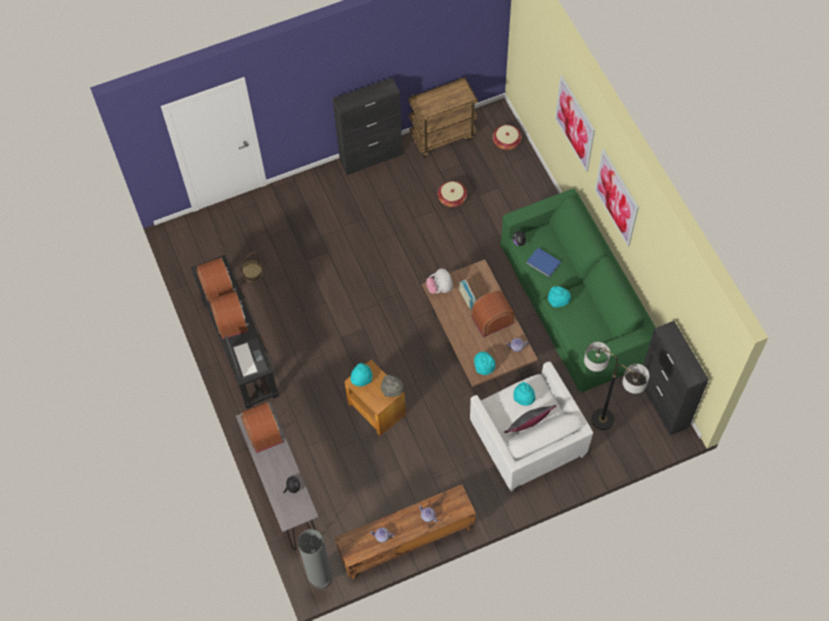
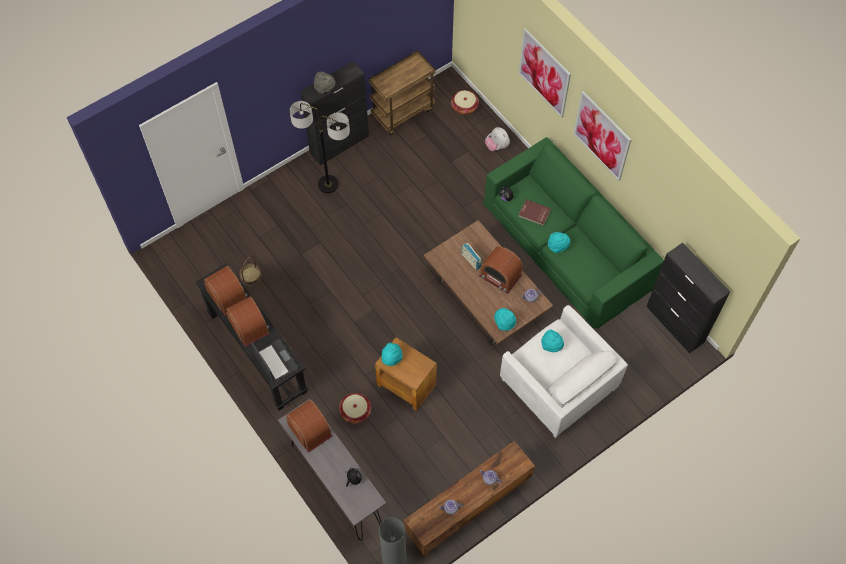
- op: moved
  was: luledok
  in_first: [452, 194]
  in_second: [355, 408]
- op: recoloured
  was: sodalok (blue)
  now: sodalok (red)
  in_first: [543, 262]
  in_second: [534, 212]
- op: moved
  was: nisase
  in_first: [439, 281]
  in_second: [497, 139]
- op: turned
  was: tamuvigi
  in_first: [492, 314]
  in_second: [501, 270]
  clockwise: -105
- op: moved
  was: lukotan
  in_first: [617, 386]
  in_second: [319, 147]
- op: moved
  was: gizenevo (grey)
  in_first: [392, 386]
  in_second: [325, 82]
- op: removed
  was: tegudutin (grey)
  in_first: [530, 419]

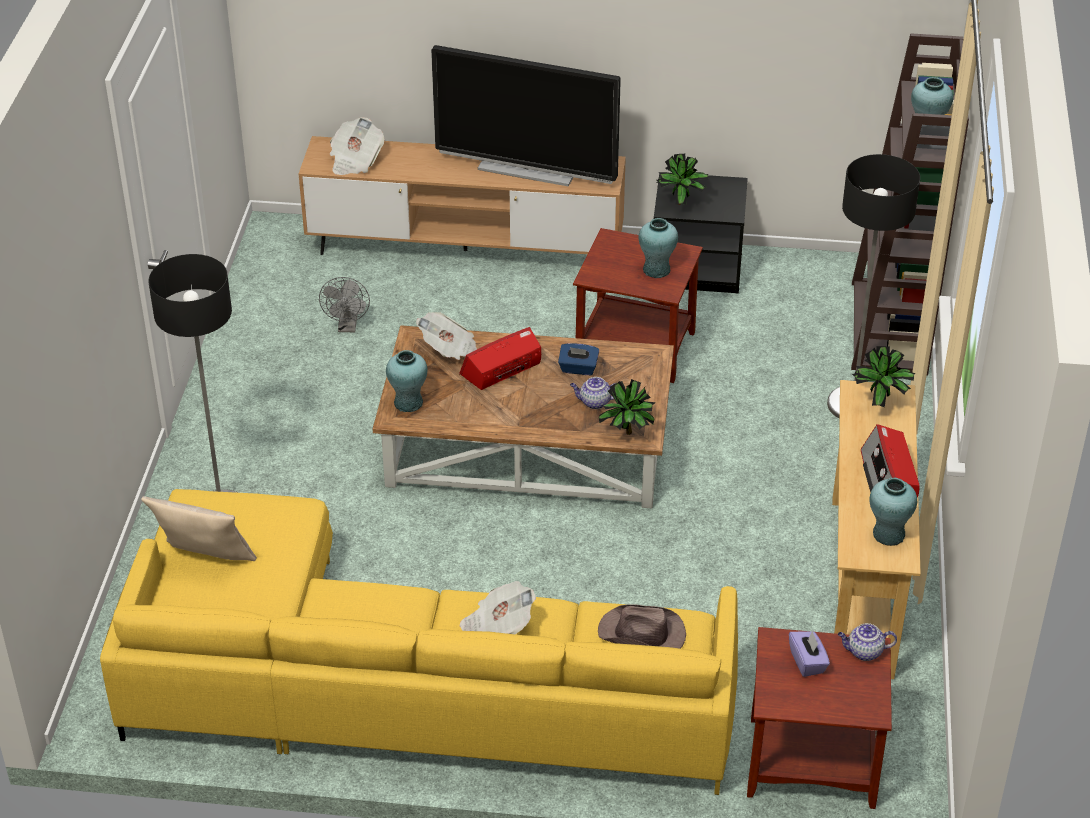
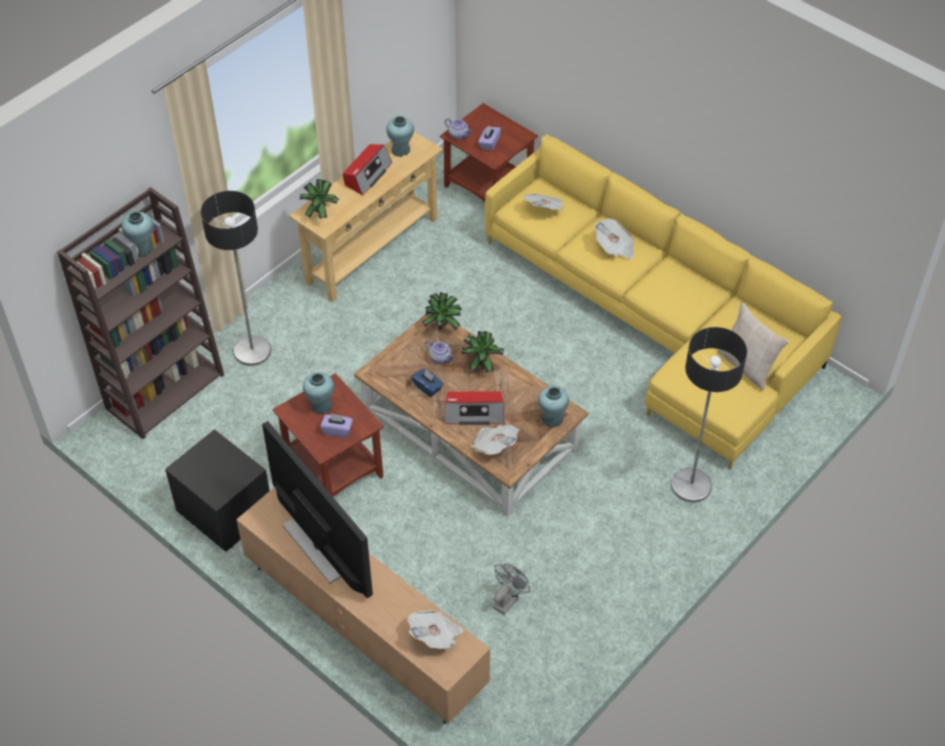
- op: moved
  was: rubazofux
  in_first: [683, 179]
  in_second: [482, 351]
- op: replaced
  was: gizenevo (brown)
  now: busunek
  in_first: [642, 627]
  in_second: [543, 201]
- op: added
  now: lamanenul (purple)
  in_second: [336, 425]

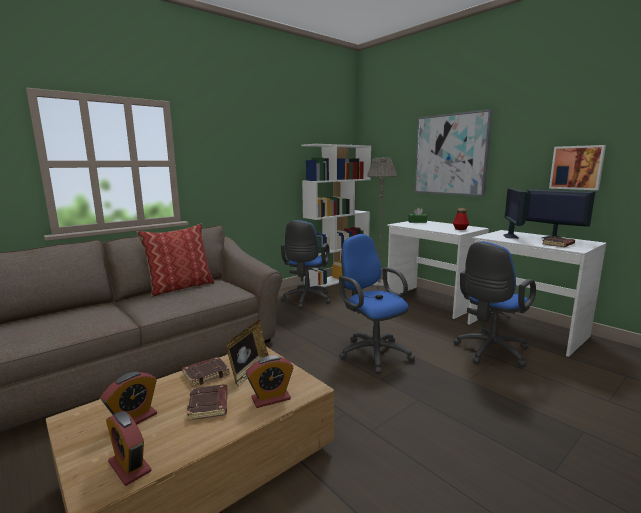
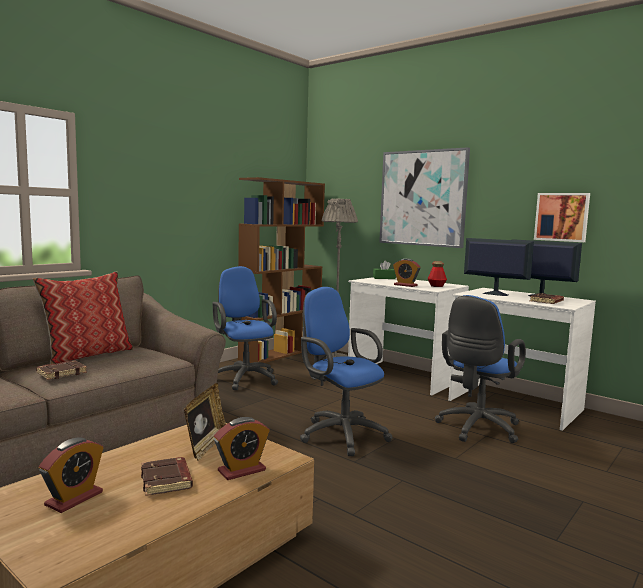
- op: recoloured
  was: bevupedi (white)
  now: bevupedi (brown)
  in_first: [336, 215]
  in_second: [281, 270]
- op: turned
  was: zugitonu
  in_first: [515, 213]
  in_second: [499, 267]
  clockwise: 120
- op: turned
  was: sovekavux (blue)
  in_first: [306, 264]
  in_second: [245, 328]
  clockwise: 150
- op: moved
  was: sodalok (brown)
  in_first: [206, 372]
  in_second: [61, 370]
- op: moved
  was: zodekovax
  in_first: [128, 448]
  in_second: [406, 273]

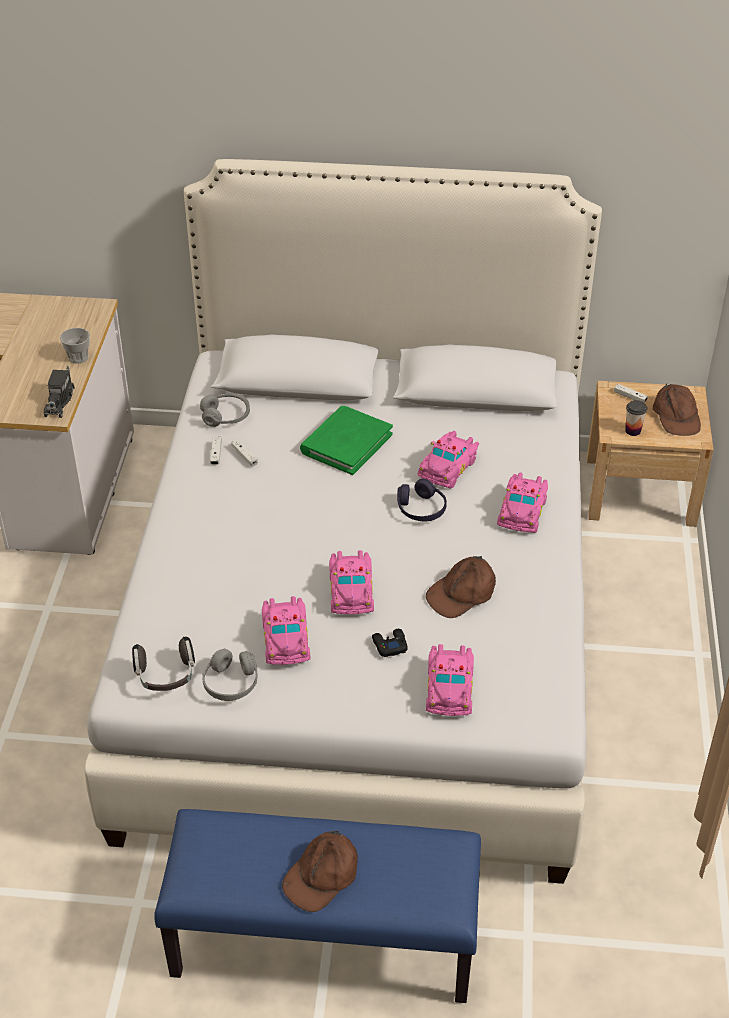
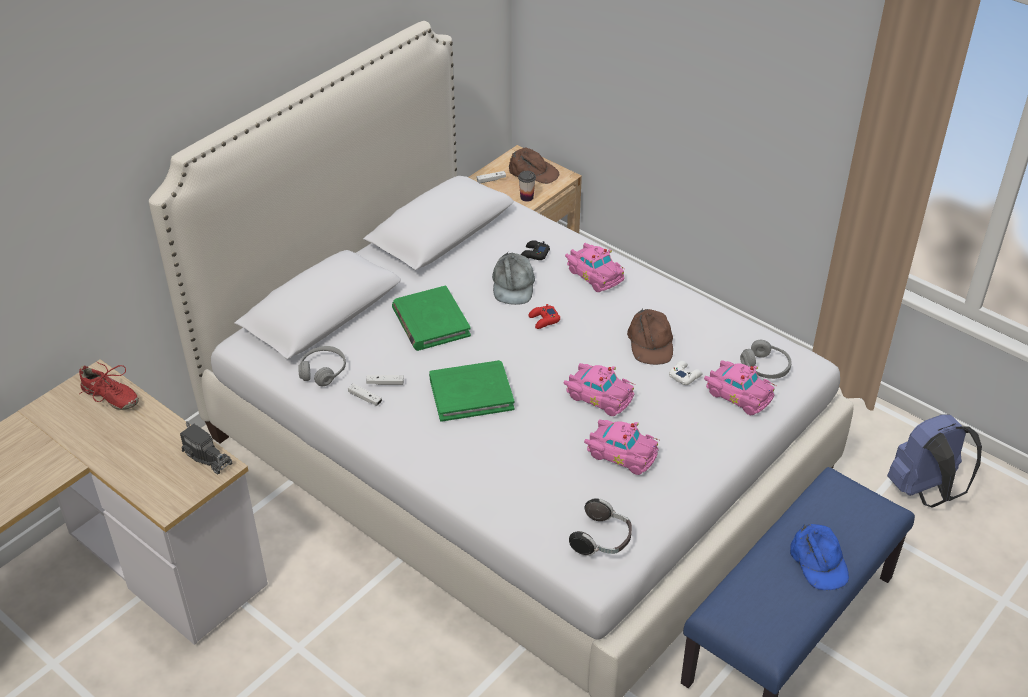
- op: removed
  was: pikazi
  in_first: [75, 345]
- op: replaced
  was: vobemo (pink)
  now: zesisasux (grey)
  in_first: [448, 459]
  in_second: [513, 278]
- op: replaced
  was: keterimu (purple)
  now: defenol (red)
  in_first: [422, 499]
  in_second: [544, 316]
- op: moved
  was: defenol (black)
  in_first: [389, 643]
  in_second: [535, 250]
- op: moved
  was: keterimu (grey)
  in_first: [229, 675]
  in_second: [766, 359]
- op: recoloured
  was: zesisasux (brown)
  now: zesisasux (blue)
  in_first: [320, 871]
  in_second: [819, 557]
- op: added
  now: sodalok (green)
  in_second: [471, 391]
- op: added
  now: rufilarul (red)
  in_second: [109, 385]
- op: added
  now: defenol (white)
  in_second: [686, 373]
- op: added
  now: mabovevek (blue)
  in_second: [934, 461]

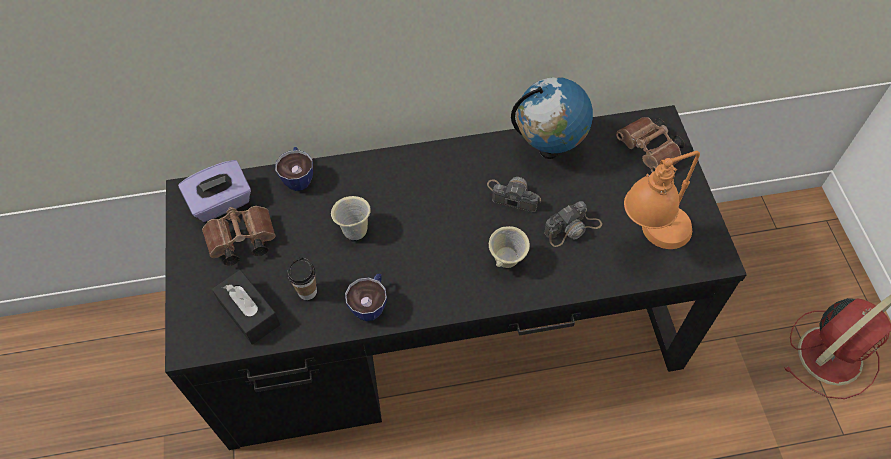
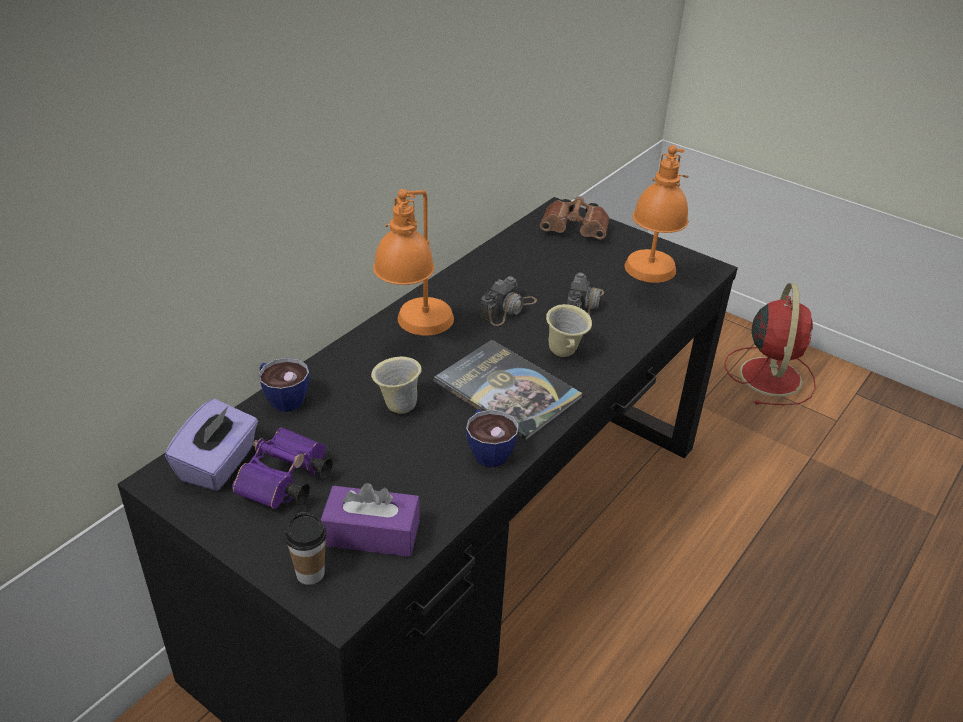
- op: removed
  was: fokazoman
  in_first: [552, 118]
- op: turned
  was: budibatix
  in_first: [514, 195]
  in_second: [509, 301]
  clockwise: 150
- op: recoloured
  was: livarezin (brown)
  now: livarezin (purple)
  in_first: [239, 235]
  in_second: [282, 468]
- op: moved
  was: pikazi
  in_first: [302, 279]
  in_second: [306, 548]
- op: recoloured
  was: lamanenul (black)
  now: lamanenul (purple)
  in_first: [246, 307]
  in_second: [370, 520]
- op: added
  now: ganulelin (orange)
  in_second: [413, 262]
- op: added
  now: sodalok
  in_second: [508, 390]

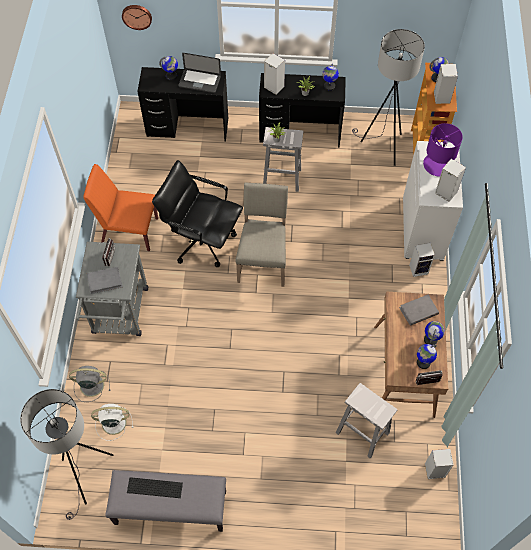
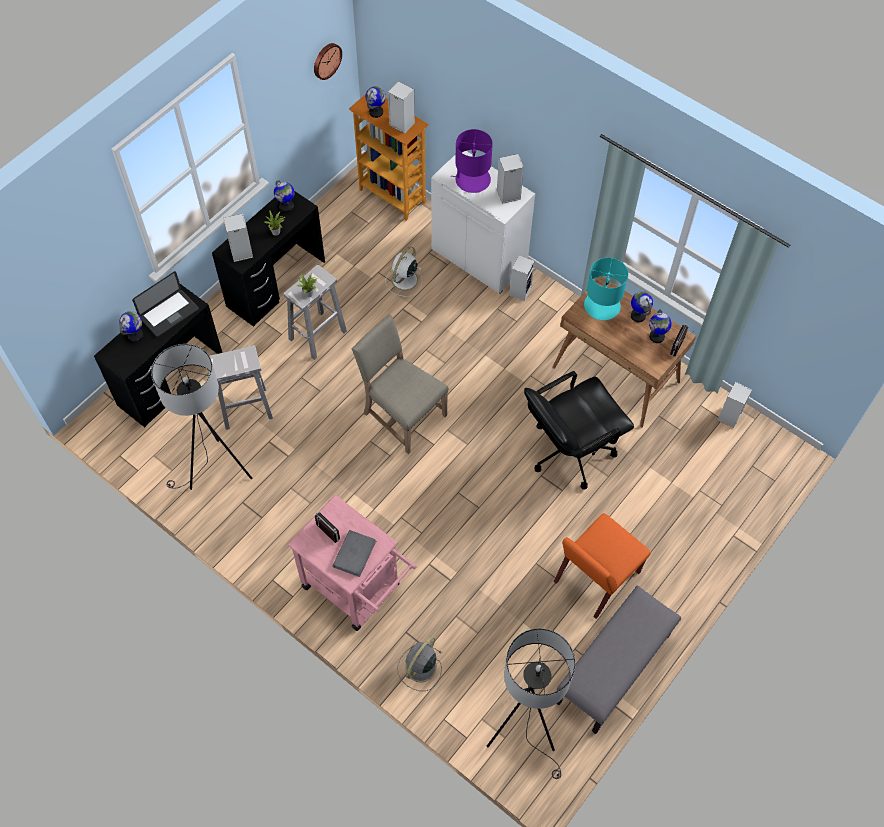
- op: moved
  was: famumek
  in_first: [137, 17]
  in_second: [328, 61]
- op: moved
  was: lukotan (grey)
  in_first: [388, 97]
  in_second: [201, 417]
- op: moved
  was: sovekavux (black)
  in_first: [197, 214]
  in_second: [579, 430]
- op: moved
  was: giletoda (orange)
  in_first: [121, 207]
  in_second: [602, 566]
- op: recoloured
  was: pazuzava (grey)
  now: pazuzava (pink)
  in_first: [112, 289]
  in_second: [352, 563]
- op: replaced
  was: sodalok (grey)
  now: ganulelin (turquoise)
  in_first: [419, 310]
  in_second: [606, 289]
- op: moved
  was: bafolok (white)
  in_first: [366, 421]
  in_second: [240, 387]
- op: moved
  was: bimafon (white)
  in_first: [112, 422]
  in_second: [403, 271]
- op: removed
  was: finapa
  in_first: [155, 487]

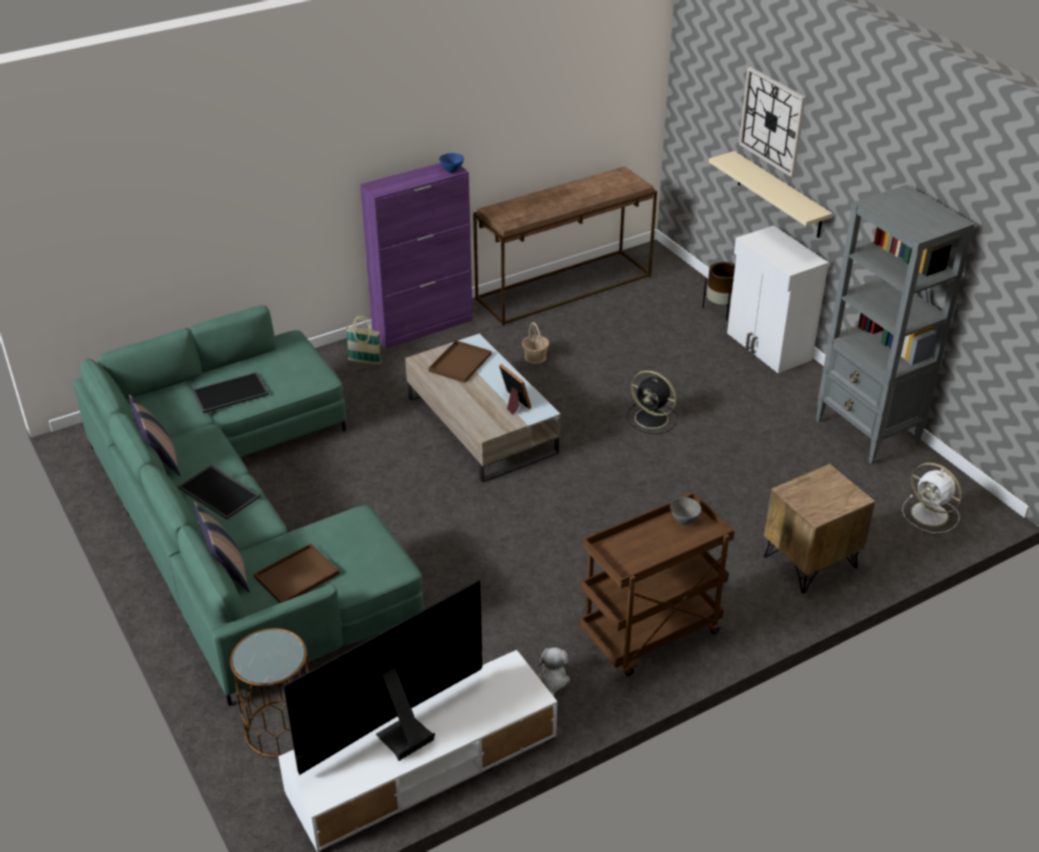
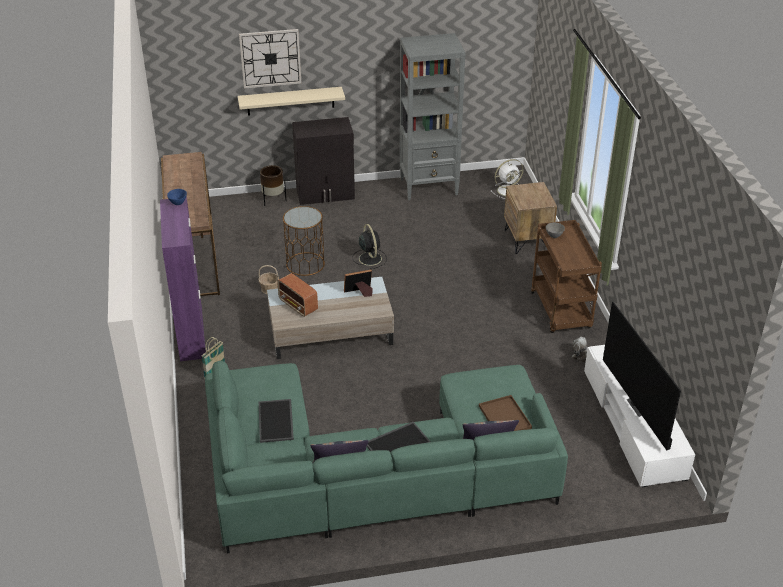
- op: recoloured
  was: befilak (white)
  now: befilak (black)
  in_first: [778, 299]
  in_second: [323, 161]
- op: replaced
  was: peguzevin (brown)
  now: tamuvigi
  in_first: [460, 361]
  in_second: [297, 295]
- op: turned
  was: bimafon (black)
  in_first: [652, 402]
  in_second: [369, 247]
  clockwise: -75
- op: moved
  was: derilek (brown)
  in_first: [269, 692]
  in_second: [304, 241]

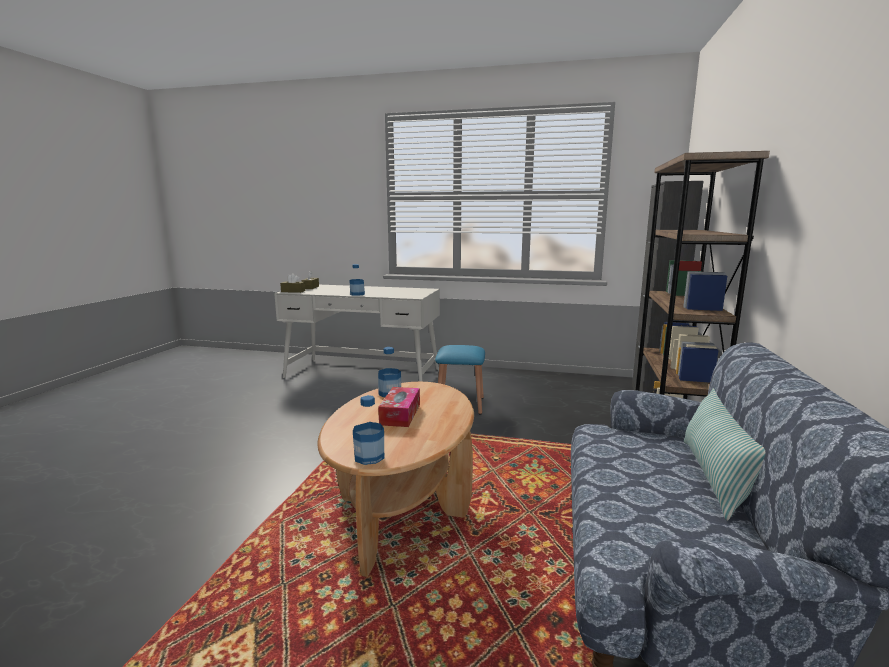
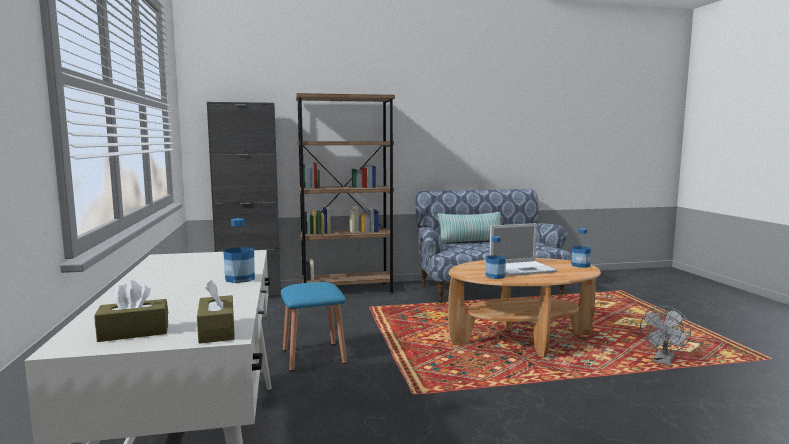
- op: replaced
  was: lamanenul
  now: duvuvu
  in_first: [399, 407]
  in_second: [523, 249]
- op: added
  now: bimafon (grey)
  in_second: [665, 335]

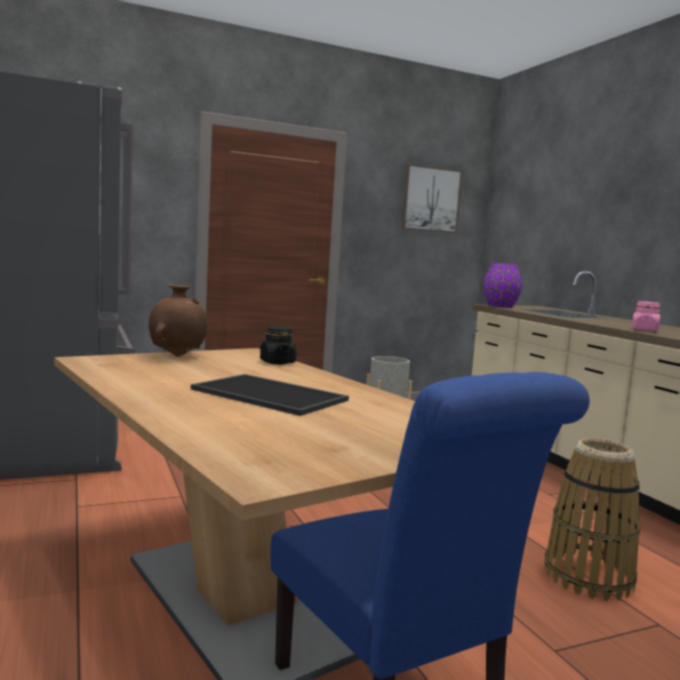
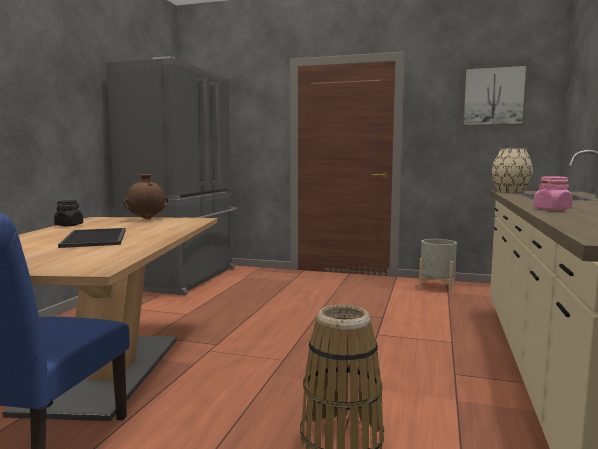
- op: recoloured
  was: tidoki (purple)
  now: tidoki (beige)
  in_first: [502, 285]
  in_second: [512, 171]
- op: moved
  was: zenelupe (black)
  in_first: [278, 345]
  in_second: [68, 213]

